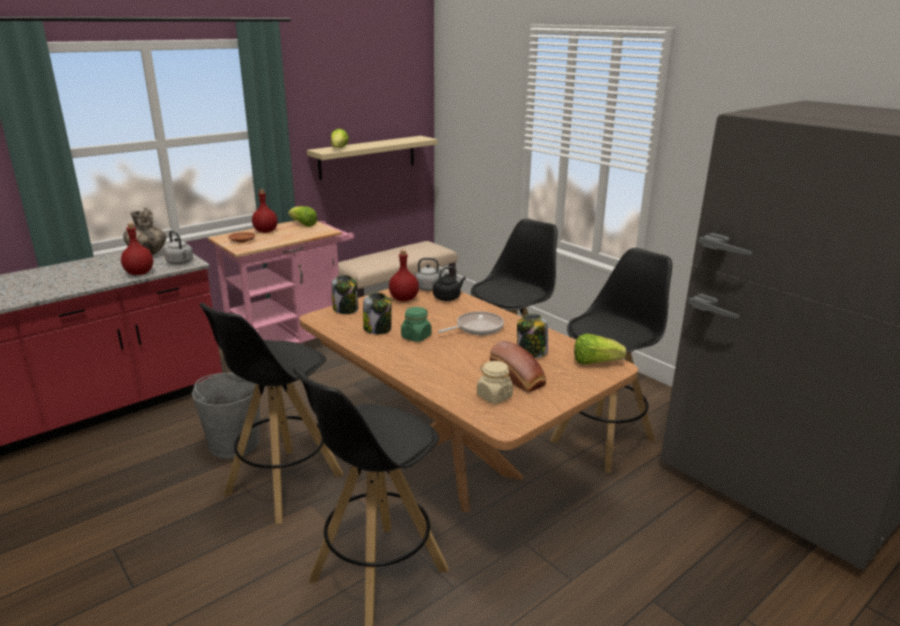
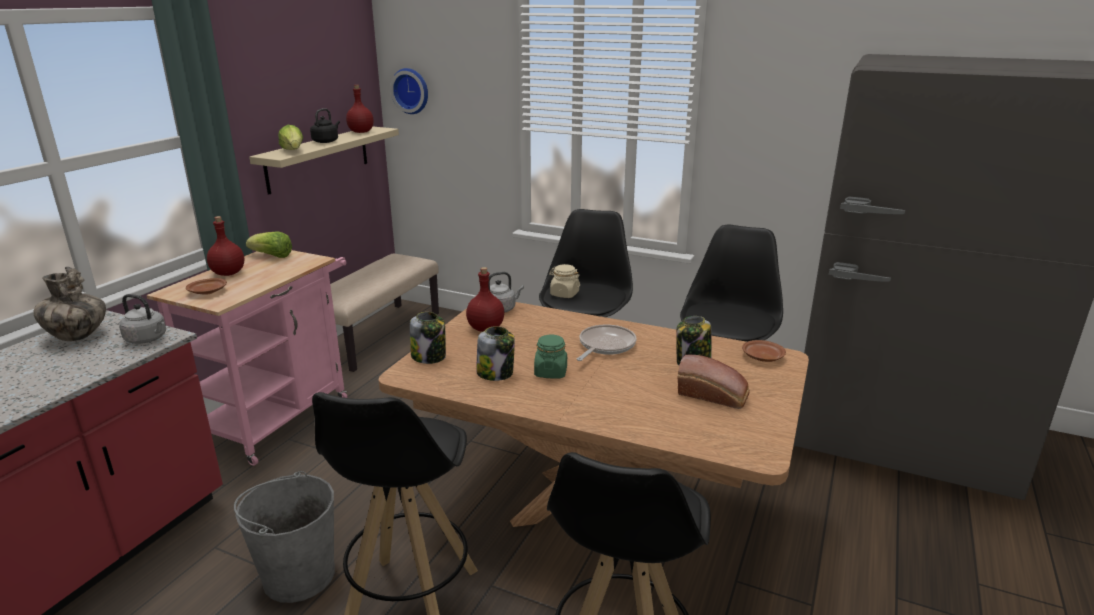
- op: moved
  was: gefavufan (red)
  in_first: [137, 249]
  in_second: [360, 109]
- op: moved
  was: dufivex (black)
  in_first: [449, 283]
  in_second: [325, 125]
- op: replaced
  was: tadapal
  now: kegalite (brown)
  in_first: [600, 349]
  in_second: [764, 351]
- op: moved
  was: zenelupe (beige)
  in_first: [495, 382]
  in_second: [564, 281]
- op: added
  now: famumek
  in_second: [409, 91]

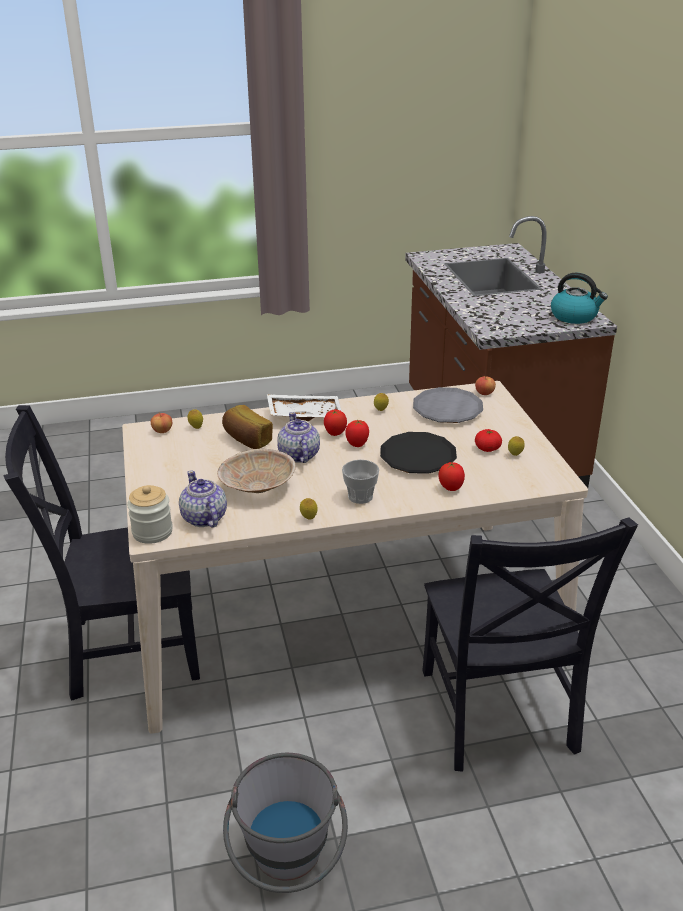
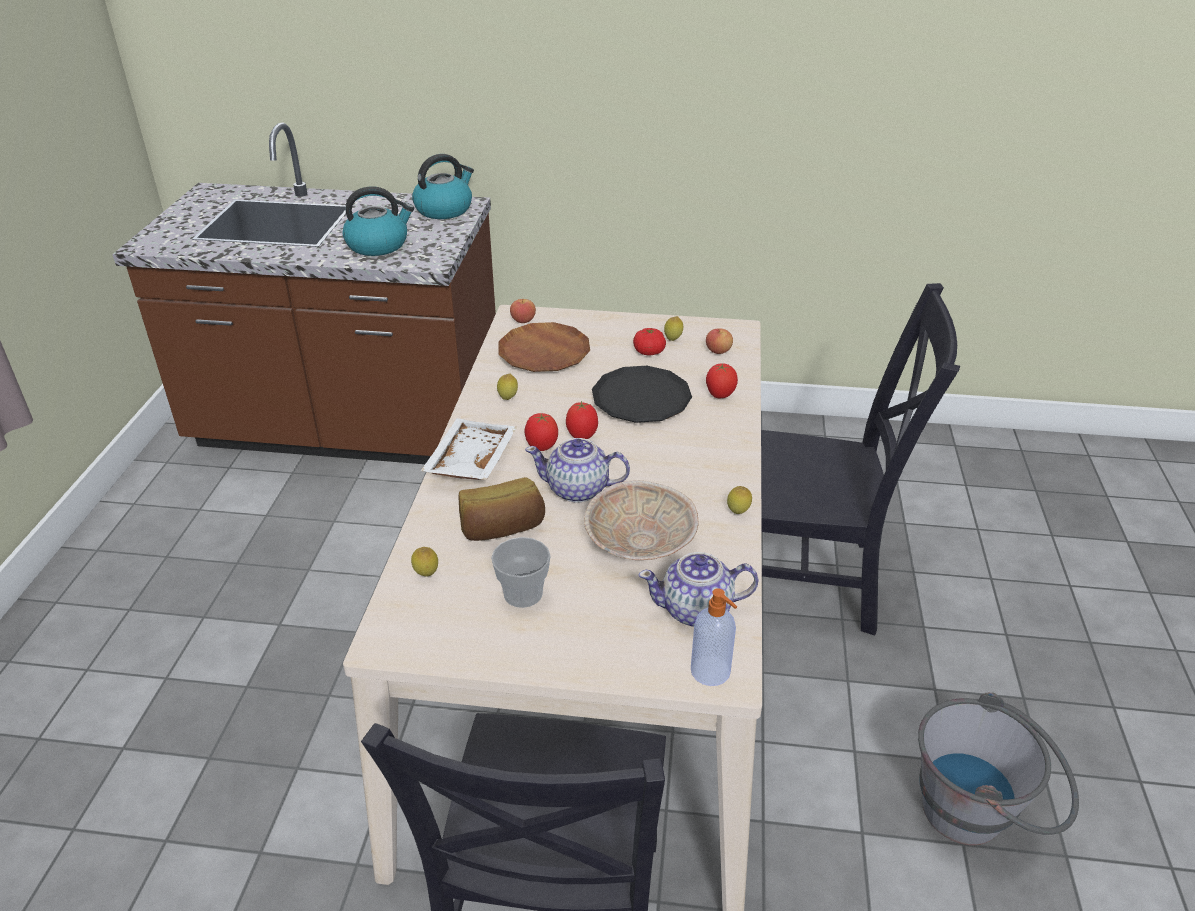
- op: recoloured
  was: kegalite (grey)
  now: kegalite (brown)
  in_first: [448, 405]
  in_second: [544, 347]
- op: moved
  was: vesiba
  in_first: [161, 422]
  in_second: [719, 341]
- op: moved
  was: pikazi
  in_first: [360, 482]
  in_second: [521, 572]
- op: replaced
  was: zenelupe
  now: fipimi
  in_first: [150, 514]
  in_second: [714, 637]
- op: added
  now: dufivex
  in_second: [378, 221]

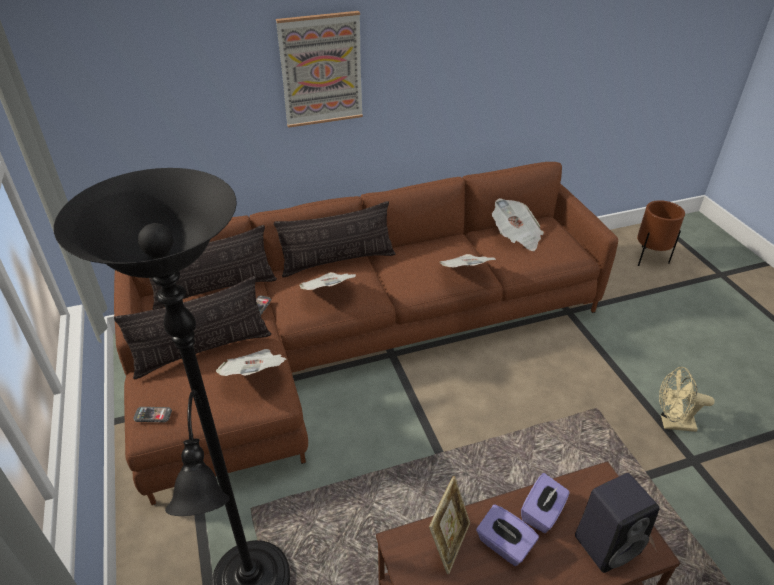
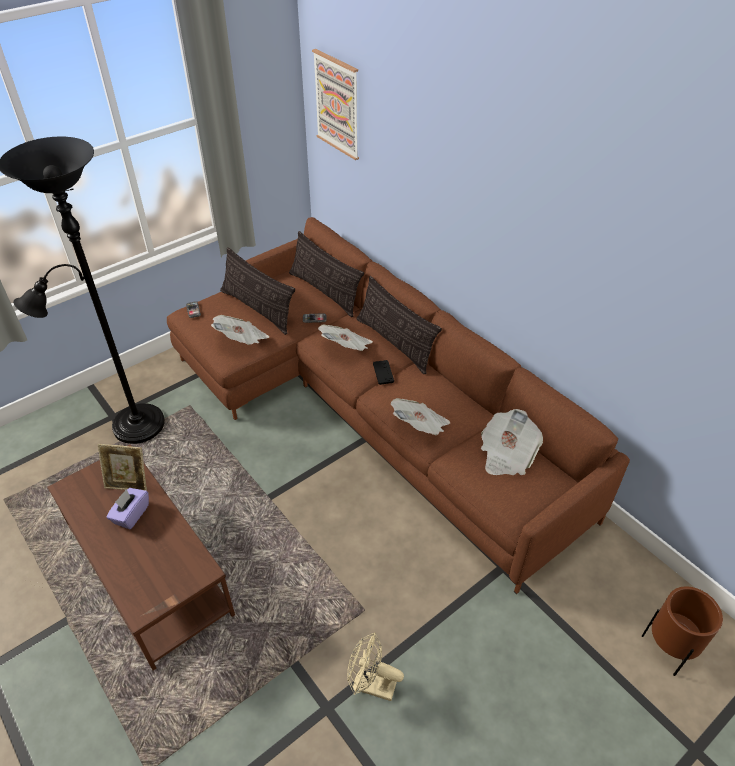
- op: moved
  was: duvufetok
  in_first: [319, 69]
  in_second: [335, 104]
- op: turned
  was: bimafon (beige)
  in_first: [687, 399]
  in_second: [375, 666]
  clockwise: -60
- op: removed
  was: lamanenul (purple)
  in_first: [545, 503]
- op: removed
  was: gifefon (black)
  in_first: [617, 523]
- op: added
  now: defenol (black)
  in_second: [383, 372]

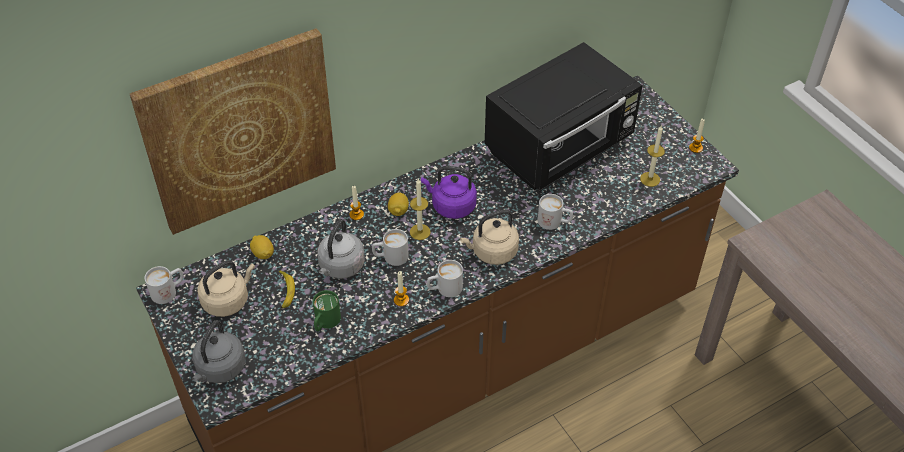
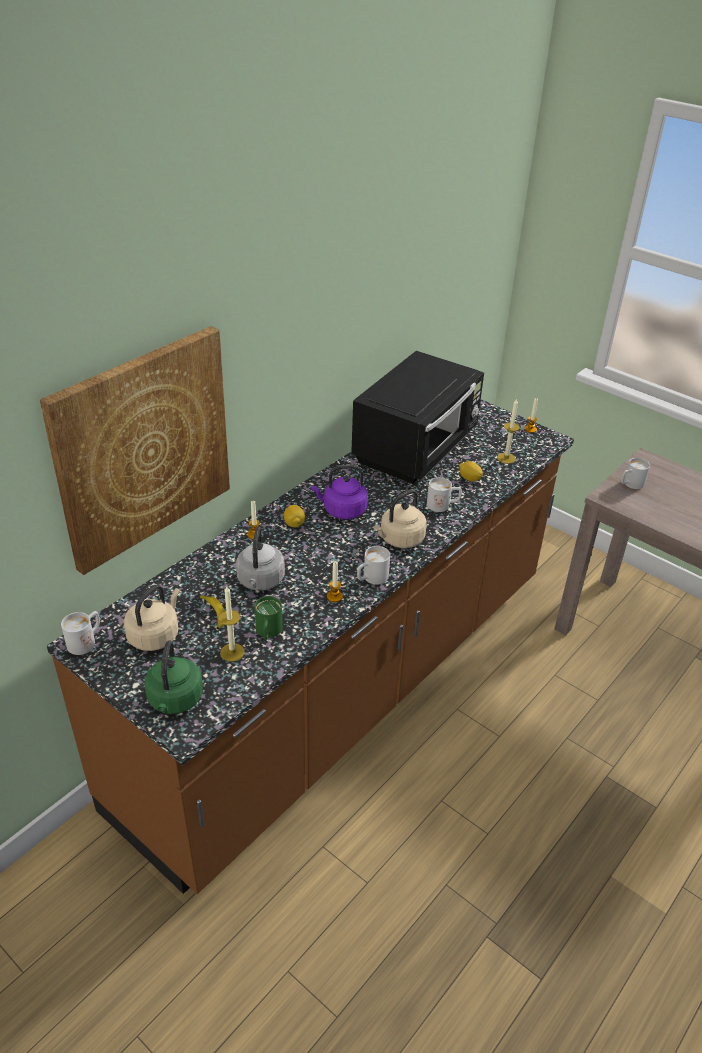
- op: moved
  was: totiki
  in_first: [420, 209]
  in_second: [232, 624]
- op: moved
  was: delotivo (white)
  in_first: [390, 247]
  in_second: [635, 473]
- op: moved
  was: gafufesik
  in_first: [262, 247]
  in_second: [471, 471]
- op: recoloured
  was: dufivex (grey)
  now: dufivex (green)
  in_first: [219, 351]
  in_second: [174, 677]

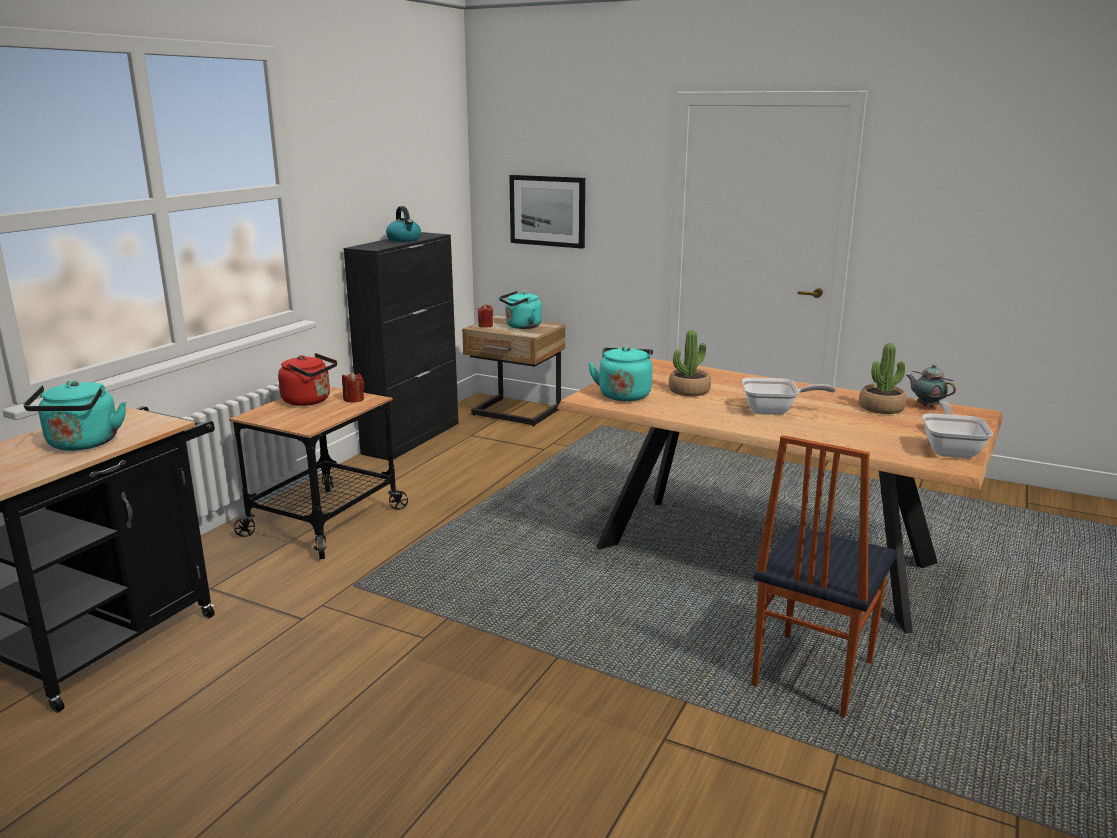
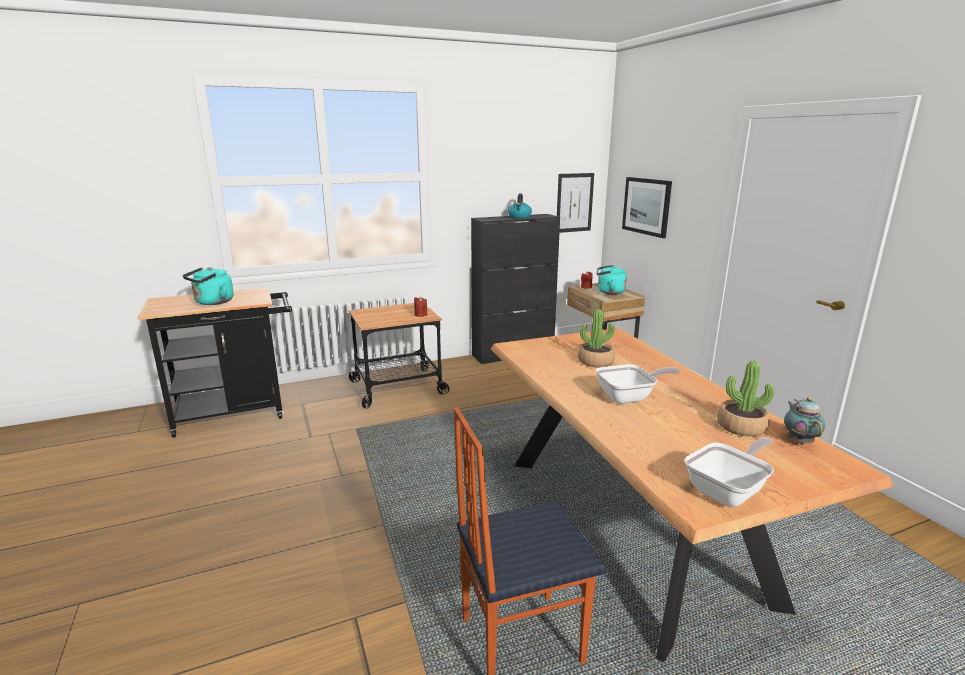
- op: removed
  was: dufivex (turquoise)
  in_first: [620, 373]
- op: removed
  was: dufivex (red)
  in_first: [307, 379]
- op: turned
  was: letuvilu
  in_first: [789, 396]
  in_second: [638, 384]
  clockwise: -60
- op: added
  now: duvufetok
  in_second: [575, 203]

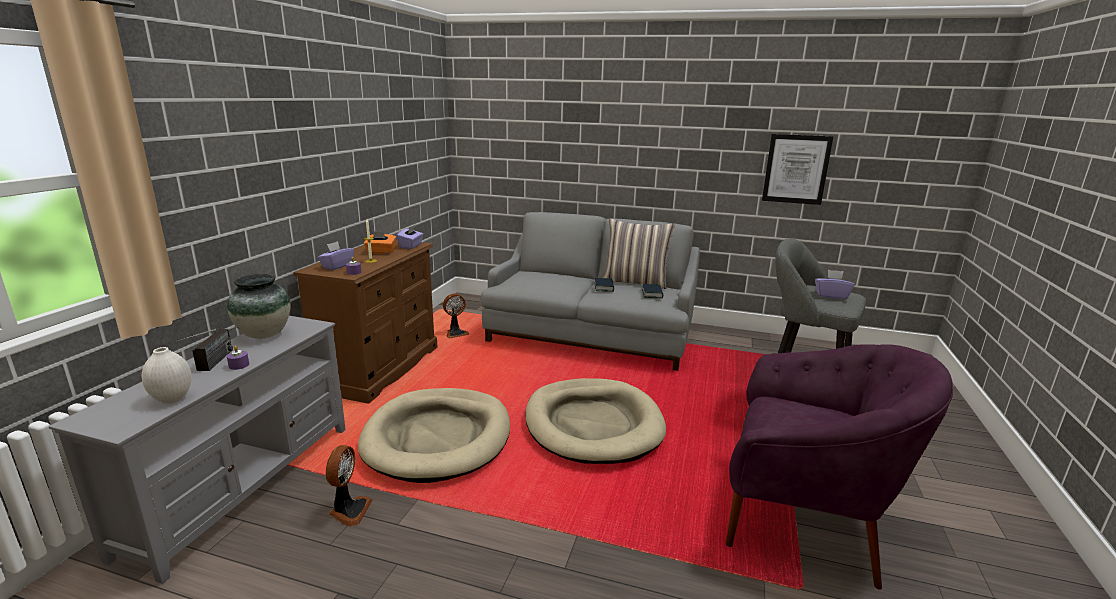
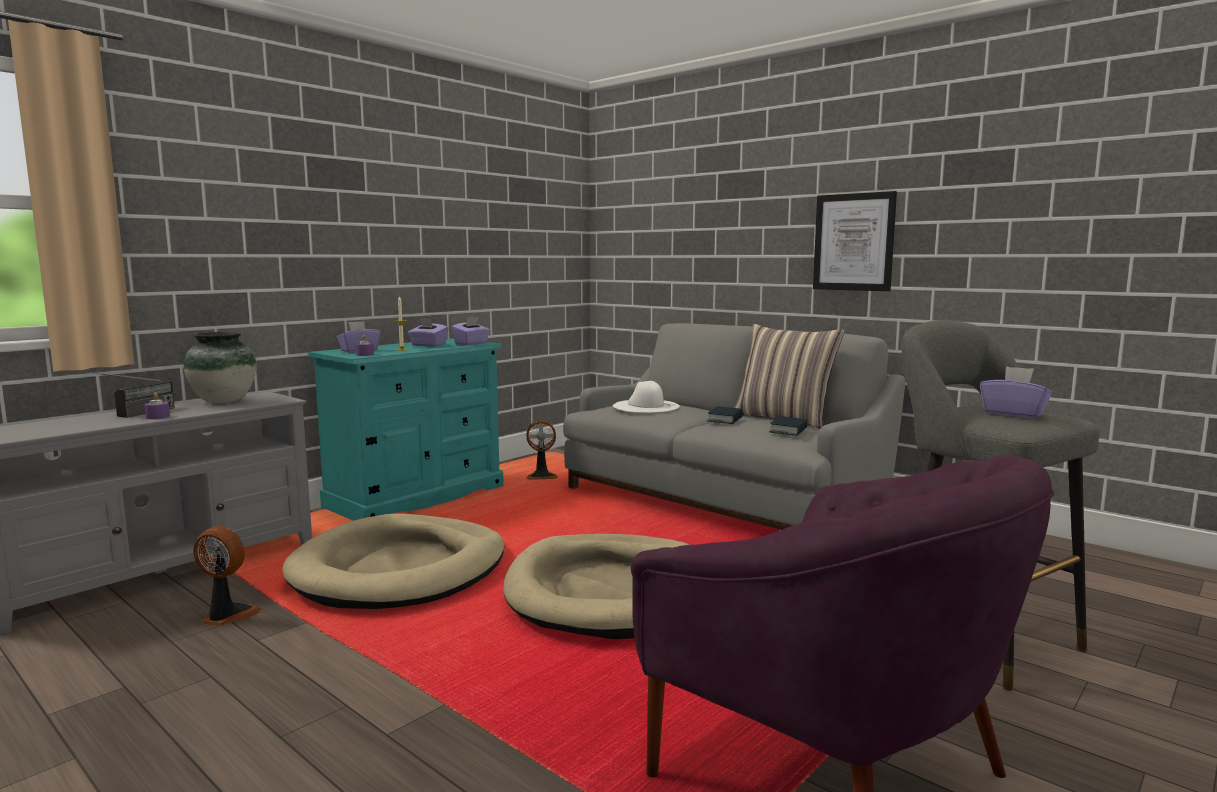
- op: moved
  was: duvufetok
  in_first: [797, 169]
  in_second: [855, 241]
- op: recoloured
  was: lamanenul (orange)
  now: lamanenul (purple)
  in_first: [380, 242]
  in_second: [428, 332]
- op: recoloured
  was: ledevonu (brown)
  now: ledevonu (turquoise)
  in_first: [365, 322]
  in_second: [406, 429]
- op: removed
  was: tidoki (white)
  in_first: [167, 375]
- op: turned
  was: bimafon
  in_first: [349, 485]
  in_second: [227, 576]
  clockwise: -105
- op: added
  now: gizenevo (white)
  in_second: [646, 397]

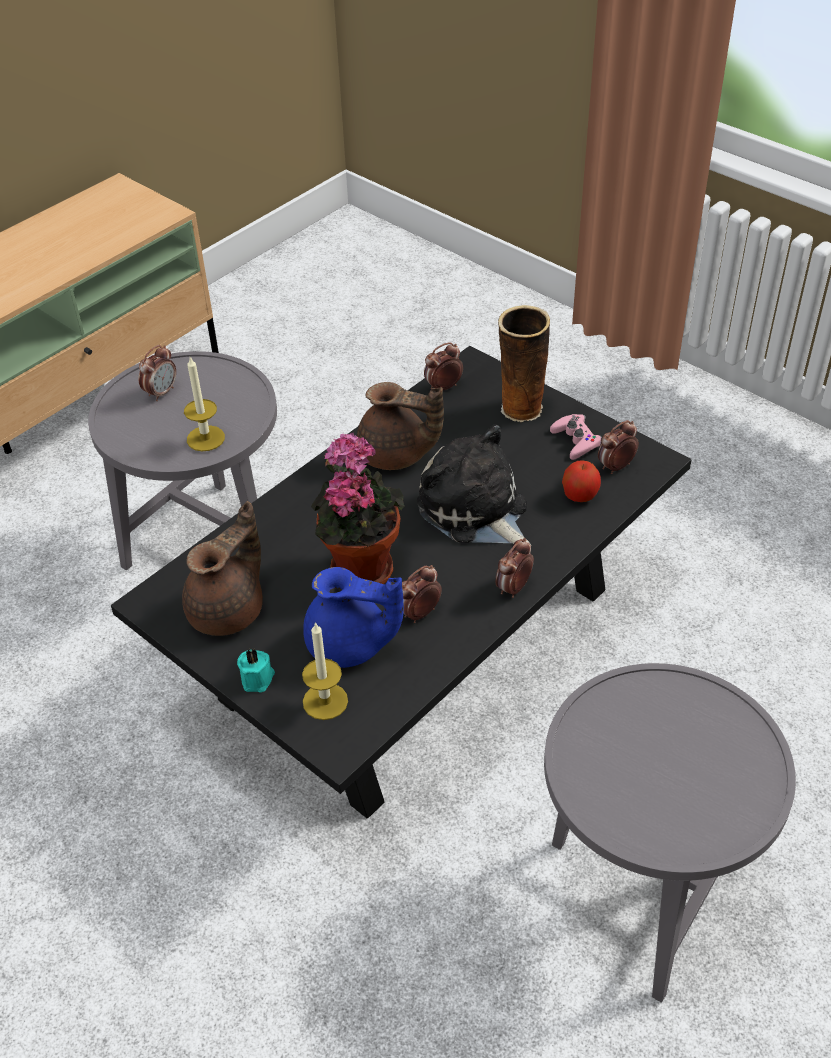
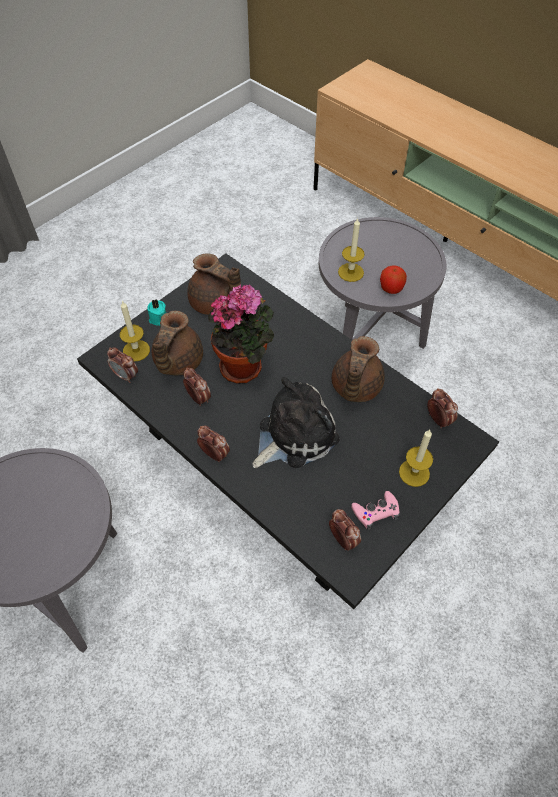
- op: replaced
  was: tidoki
  now: totiki
  in_first: [524, 363]
  in_second: [416, 458]
- op: moved
  was: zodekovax
  in_first: [157, 373]
  in_second: [122, 365]
- op: moved
  was: vesiba
  in_first: [581, 481]
  in_second: [393, 280]
- op: recoloured
  was: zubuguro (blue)
  now: zubuguro (brown)
  in_first: [353, 617]
  in_second: [177, 343]

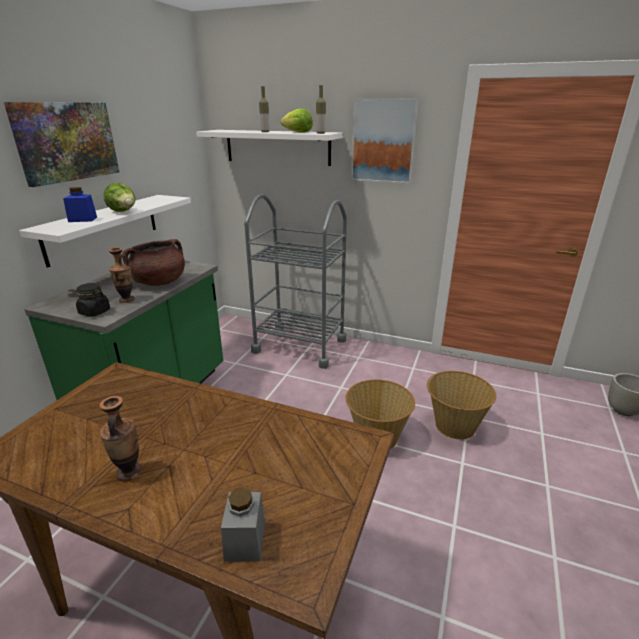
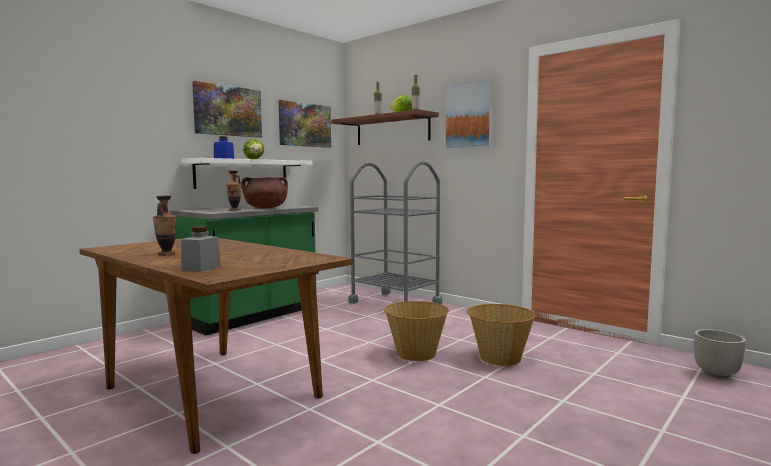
- op: recoloured
  was: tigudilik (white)
  now: tigudilik (brown)
  in_first: [269, 148]
  in_second: [385, 127]
- op: removed
  was: zenelupe (black)
  in_first: [93, 300]
- op: added
  now: duvufetok
  in_second: [305, 124]

